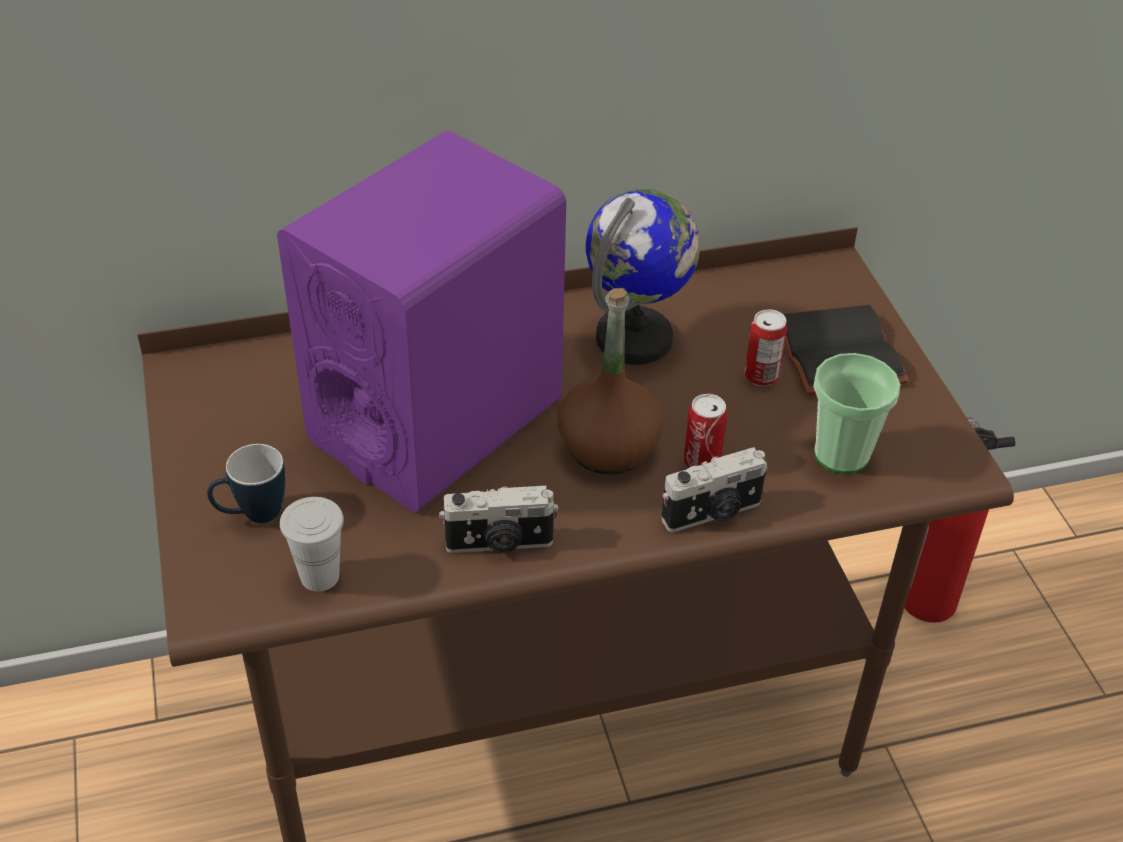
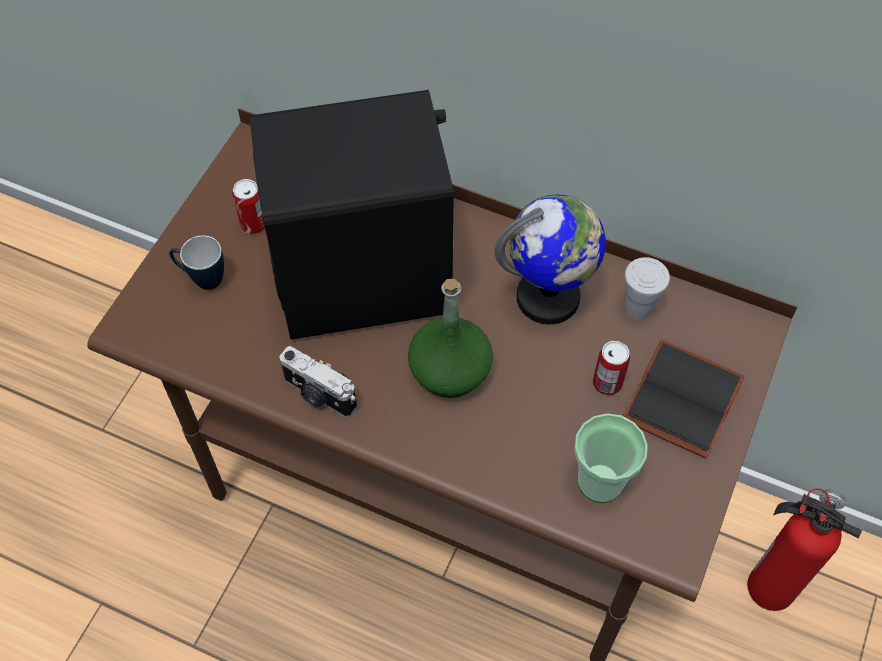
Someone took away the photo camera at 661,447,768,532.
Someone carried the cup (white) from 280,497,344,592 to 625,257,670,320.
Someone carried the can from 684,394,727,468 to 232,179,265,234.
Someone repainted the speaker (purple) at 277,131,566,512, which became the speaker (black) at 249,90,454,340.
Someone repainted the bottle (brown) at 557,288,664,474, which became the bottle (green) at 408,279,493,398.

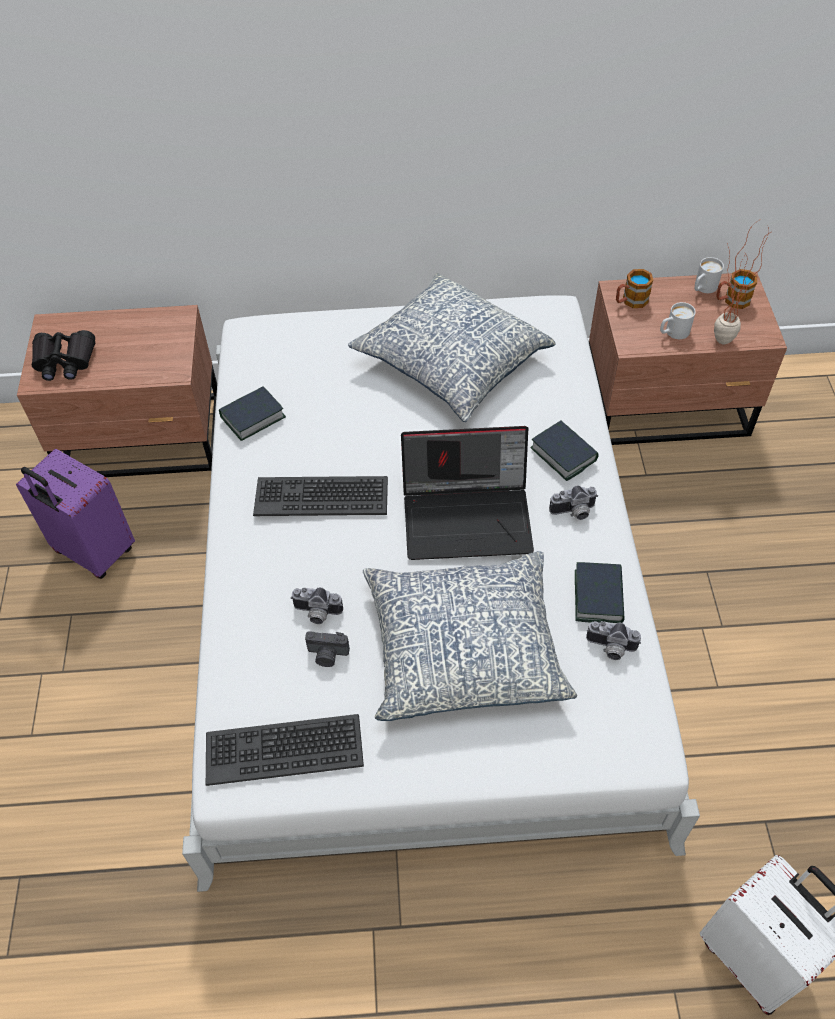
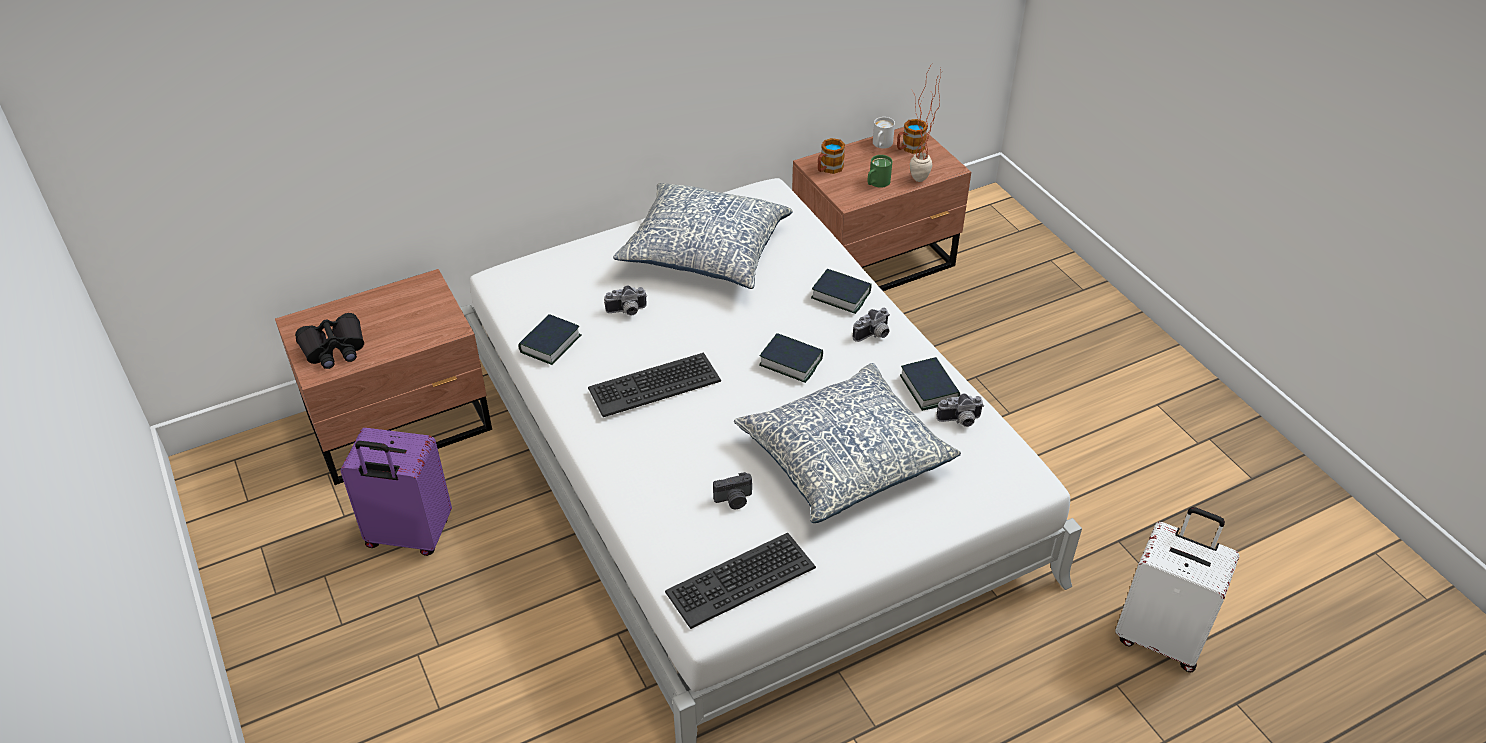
Someone carried the photo camera from 290,587,343,624 to 604,285,647,316.
Someone swapped the laptop at 401,426,534,560 for the book at 759,333,823,383.
Someone repainted the mug (white) at 660,302,696,339, which became the mug (green) at 867,155,892,188.

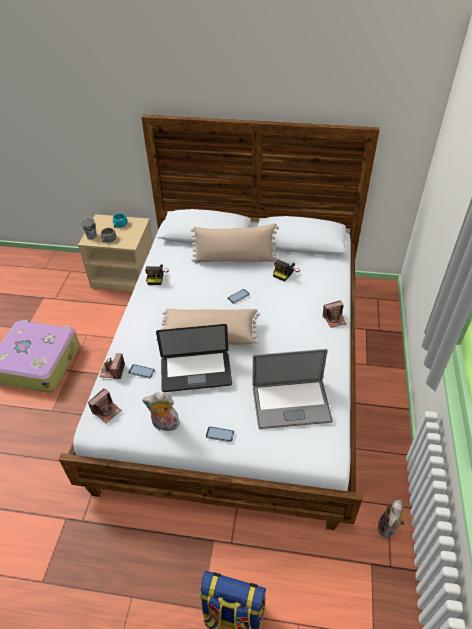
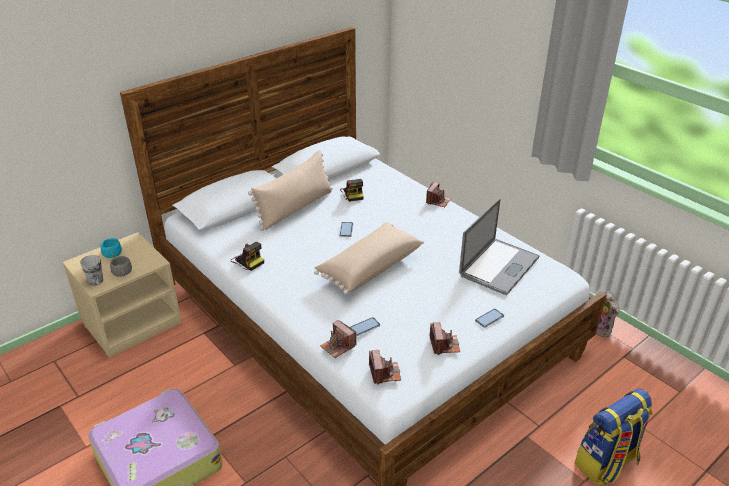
Someone took away the laptop at 156,324,232,392.
Someone swapped the plush toy at 142,392,180,431 for the photo camera at 430,322,460,355.

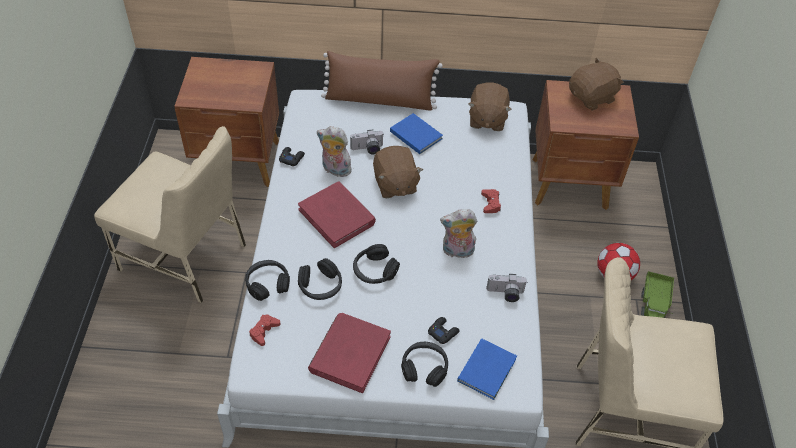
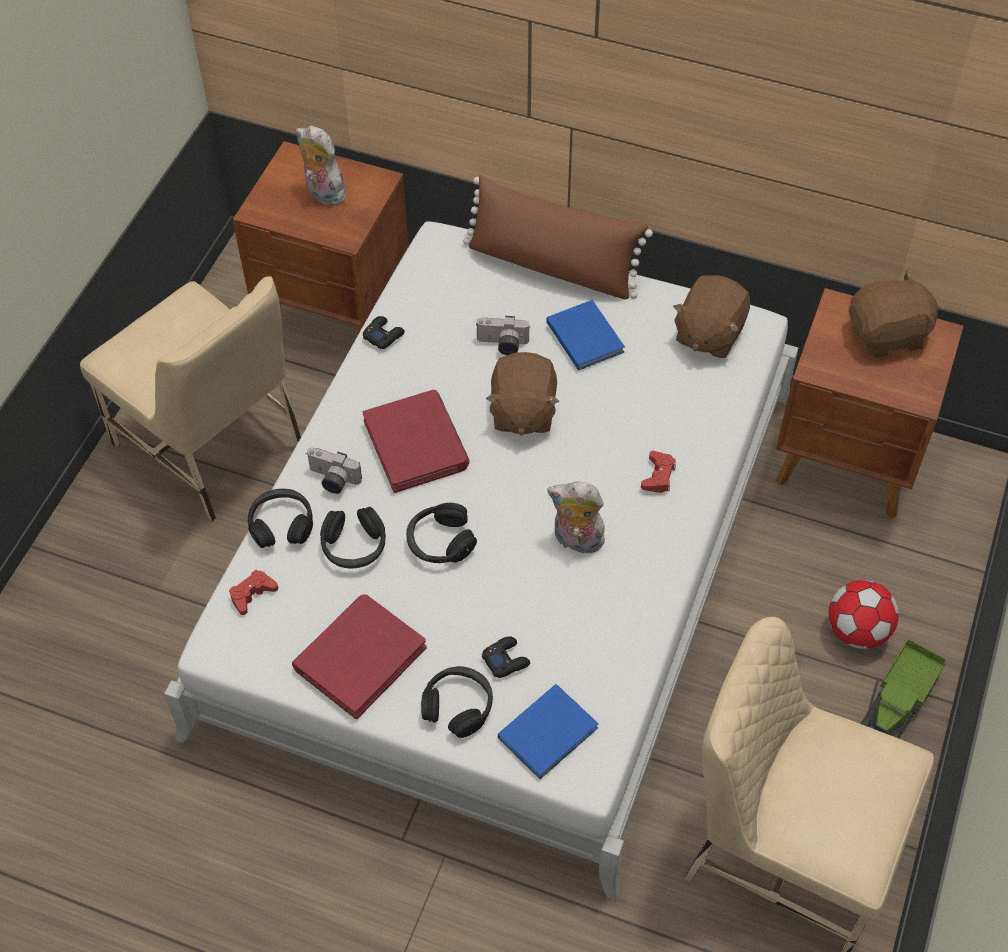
Someone carried the plush toy from 317,126,352,177 to 296,126,348,205.
Someone carried the photo camera from 486,274,528,302 to 307,447,362,494.

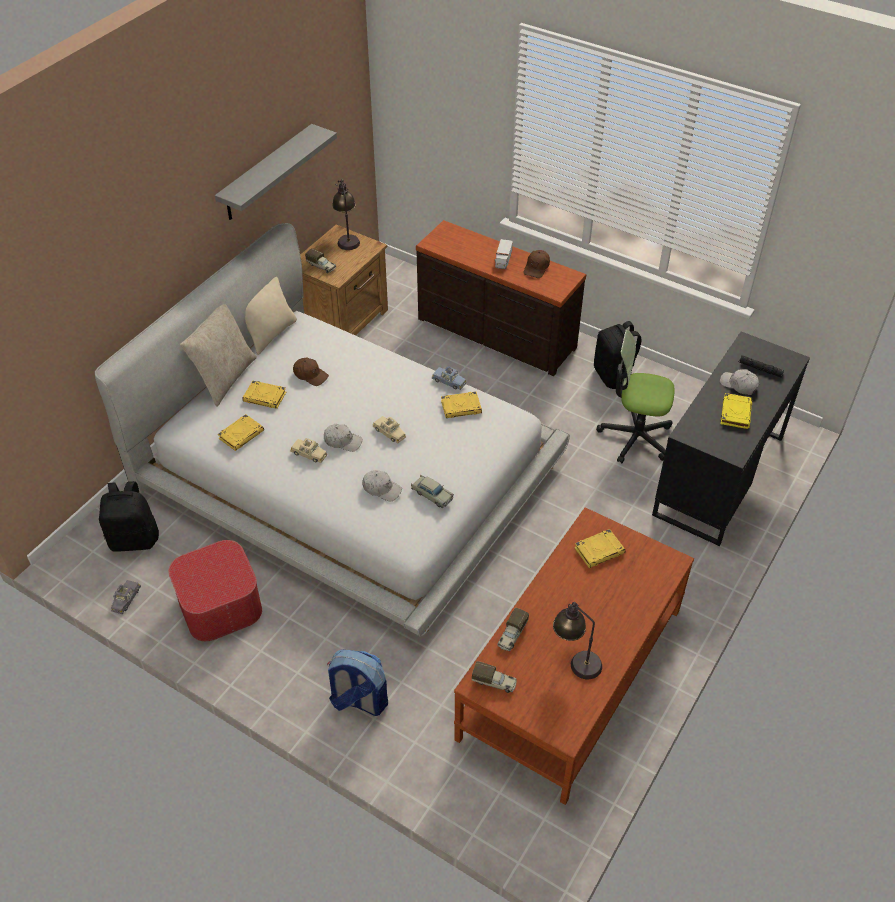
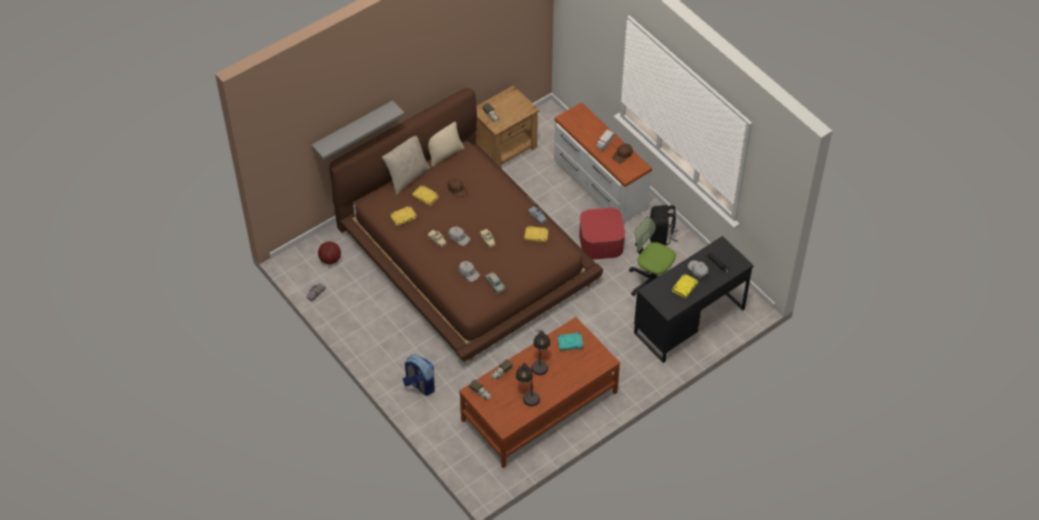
Someone carried the ottoman from 168,540,262,642 to 579,208,625,260.
Someone carried the shelf (grey) from 215,124,337,220 to 311,100,405,160.
Someone carried the table lamp from 332,179,360,250 to 531,330,551,375.
Someone swapped the backpack (black) at 99,481,159,552 for the basketball at 318,242,341,264.
Someone repainted the bed (white) at 95,223,570,637, which became the bed (brown) at 329,88,603,362.
Someone repainted the dresser (brown) at 416,220,586,376, which became the dresser (white) at 554,102,652,224.
Someone repainted the book (yellow) at 574,529,625,568, which became the book (turquoise) at 558,333,583,351.

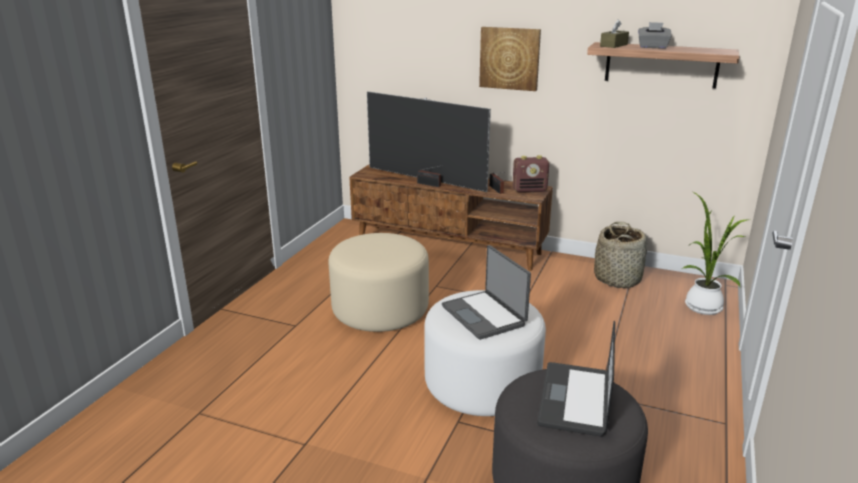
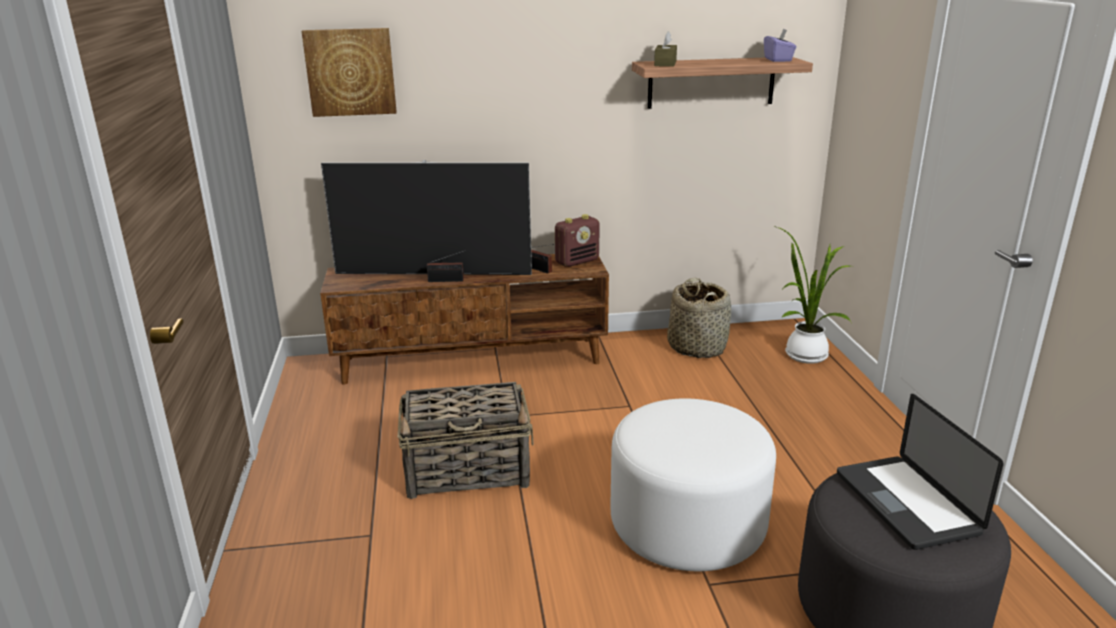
Someone took away the laptop at 442,245,531,340.
Someone took away the tissue box (grey) at 638,22,672,49.
Someone put down the tissue box (purple) at 764,29,797,62.
Someone carried the picture from 479,27,541,91 to 302,28,397,117.
Someone swapped the ottoman (beige) at 329,233,429,332 for the basket at 398,382,534,499.

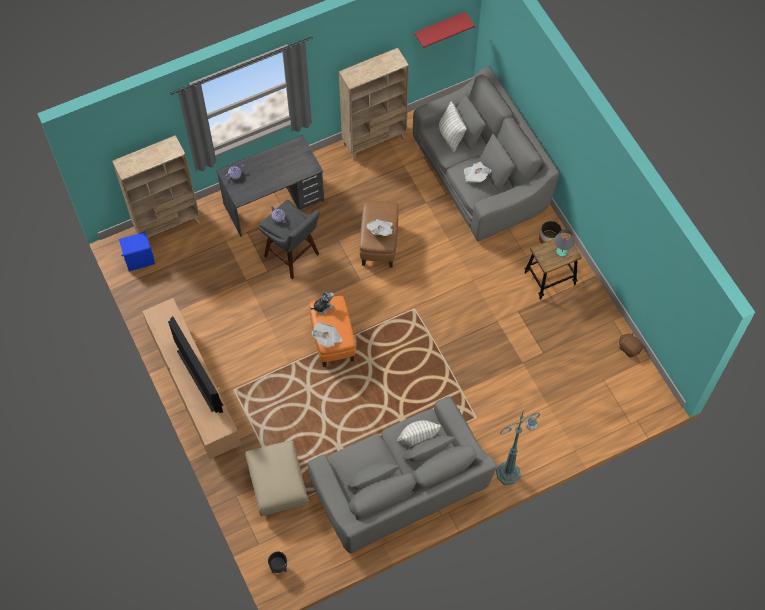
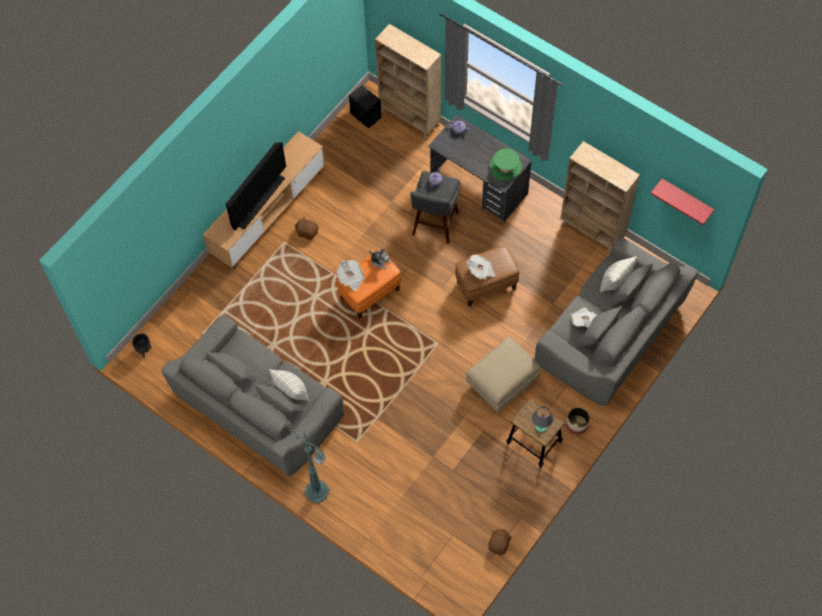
Someone put down the plush toy (brown) at 295,217,318,240.
Someone put down the hat (green) at 490,148,522,181.
Someone carried the ottoman (beige) from 245,441,309,516 to 466,336,541,412.
Someone repainted the speaker (blue) at 119,232,155,271, which became the speaker (black) at 349,85,381,128.

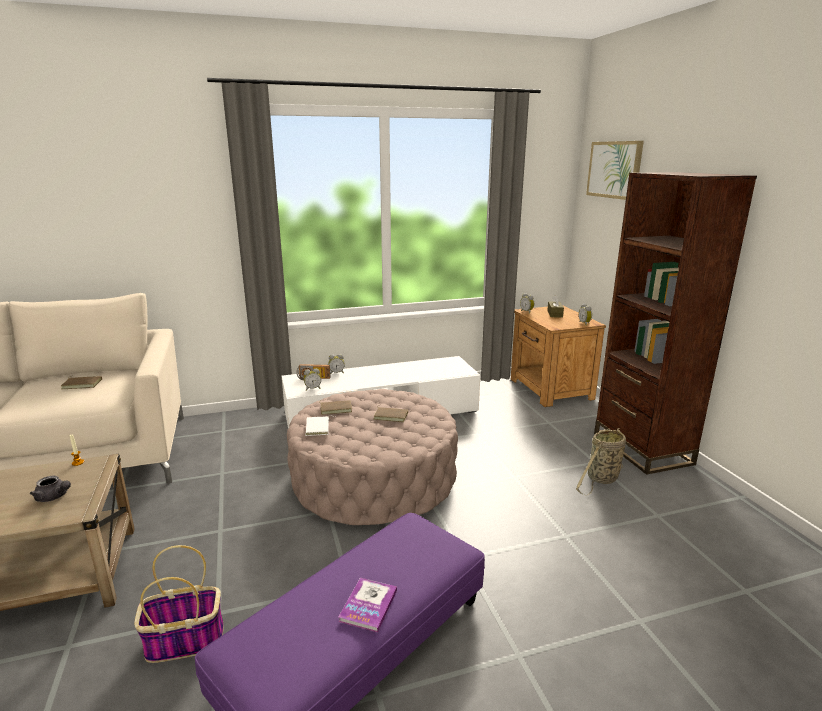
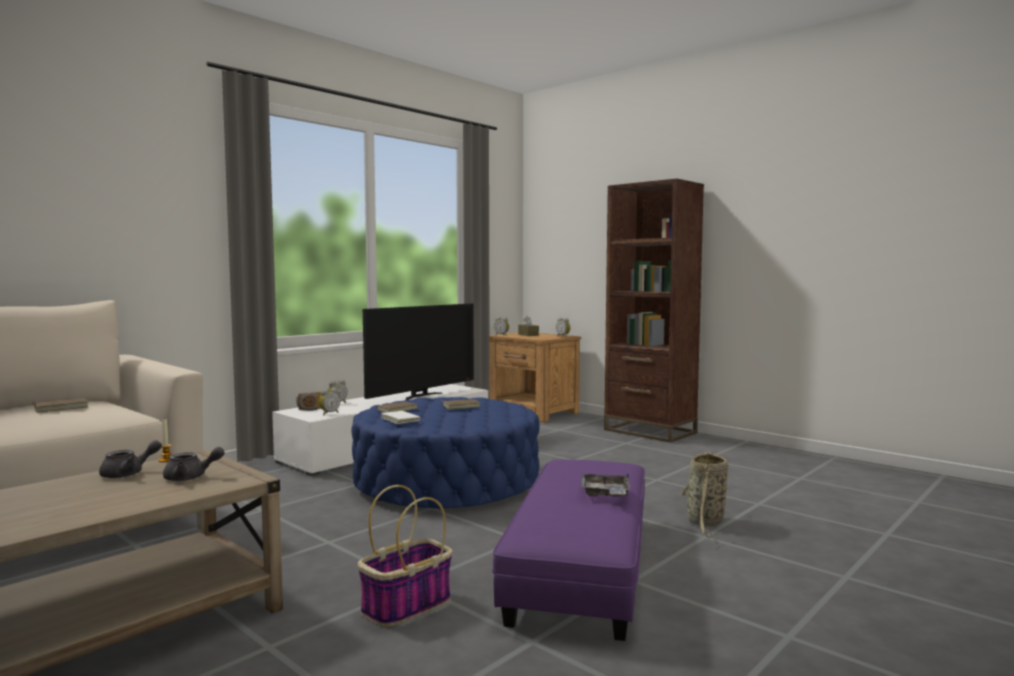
Someone took away the picture at 586,141,644,200.
Someone put down the teapot (grey) at 99,440,162,478.
Someone put down the television at 363,303,474,400.
Someone carried the basket from 576,428,626,495 to 680,452,728,540.
Someone swapped the book at 339,578,397,632 for the tray (grey) at 581,473,630,497.
Someone repainted the ottoman (beige) at 287,389,458,525, which became the ottoman (blue) at 351,397,540,508.

